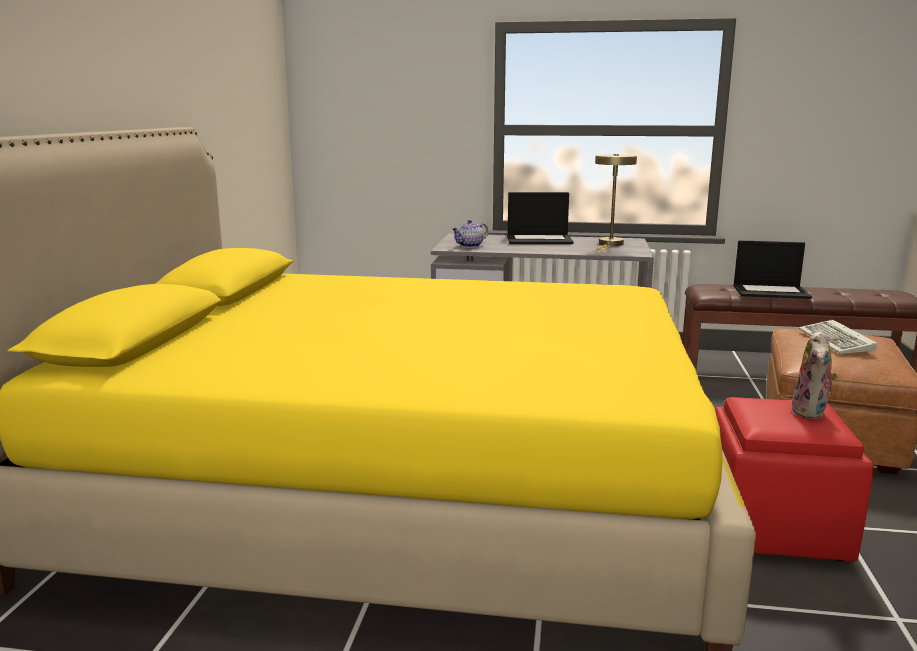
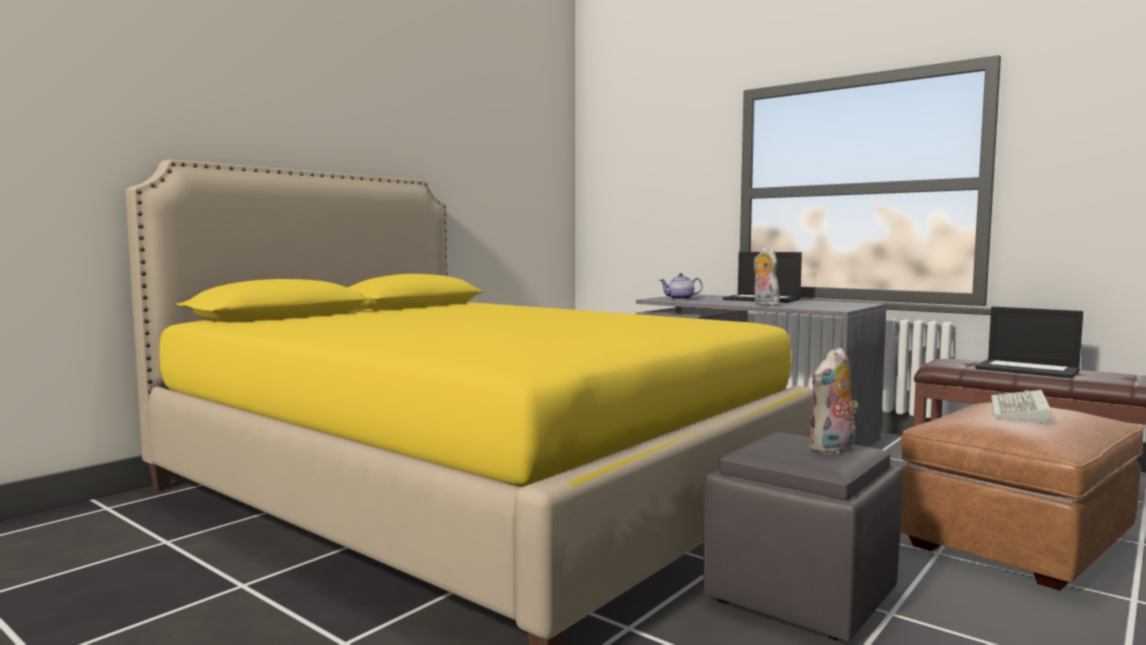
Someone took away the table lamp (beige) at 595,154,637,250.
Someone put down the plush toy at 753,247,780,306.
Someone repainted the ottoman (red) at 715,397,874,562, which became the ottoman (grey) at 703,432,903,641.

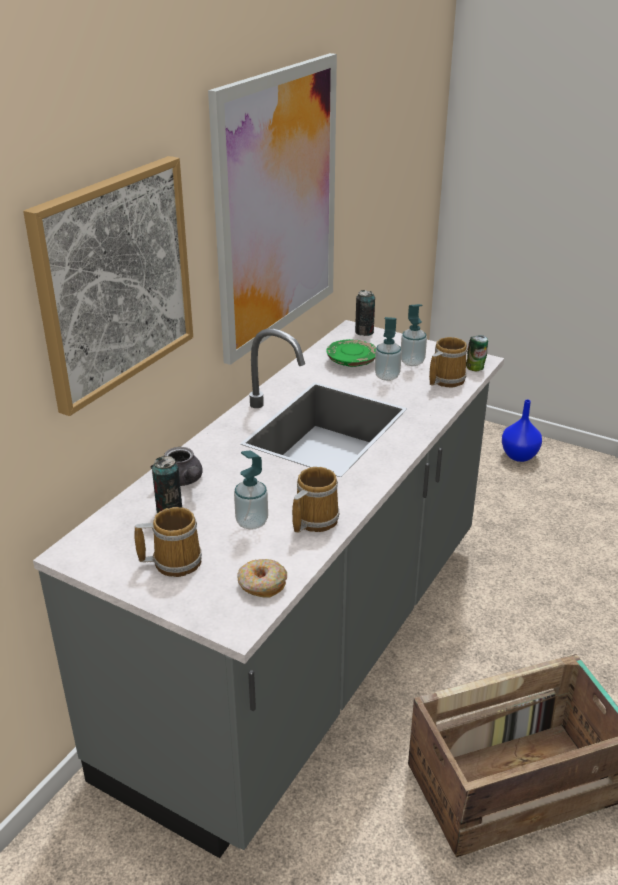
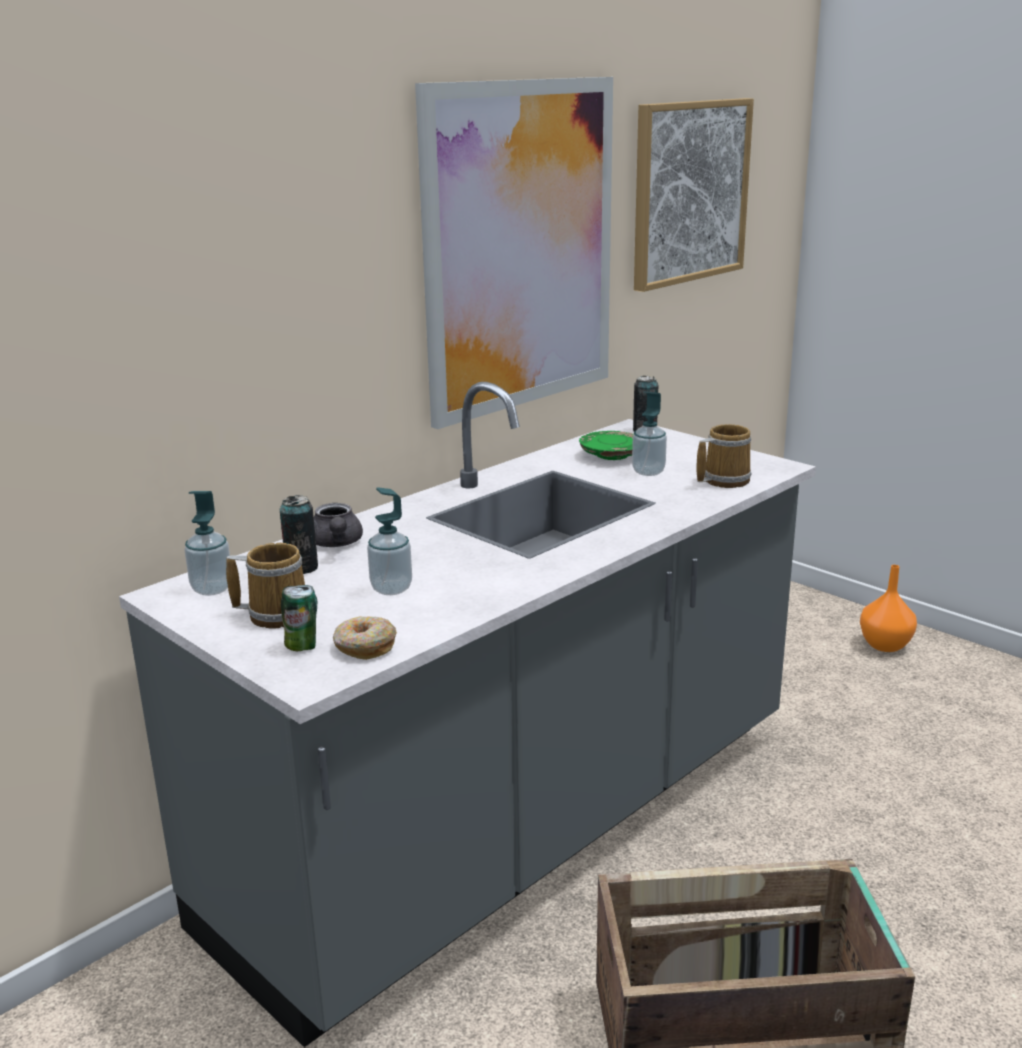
Someone took away the mug at 292,467,340,533.
Someone carried the picture from 23,156,193,416 to 634,98,754,292.
Someone carried the soap dispenser from 401,304,427,366 to 185,491,230,596.
Someone carried the can from 466,335,488,371 to 281,585,317,651.
Someone repainted the vase (blue) at 502,400,542,462, which became the vase (orange) at 860,565,917,652.

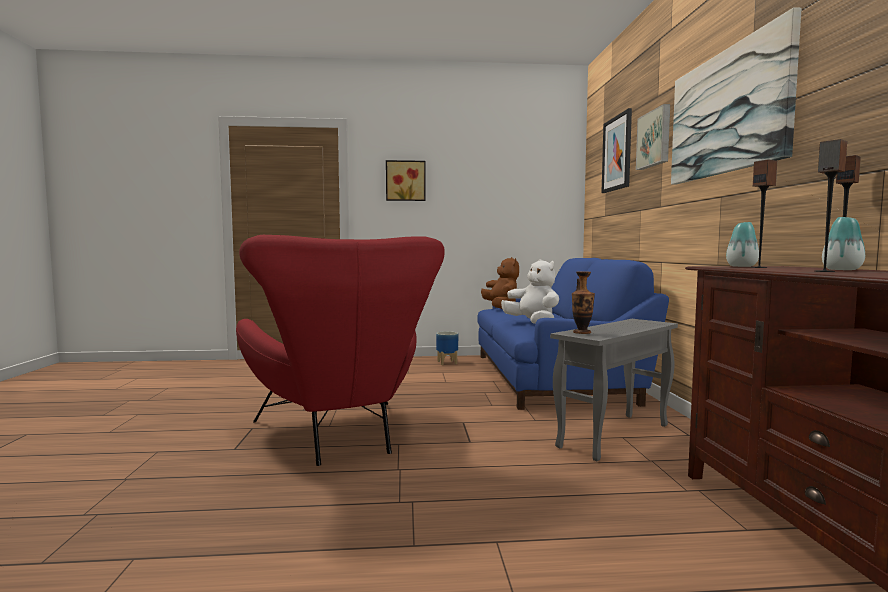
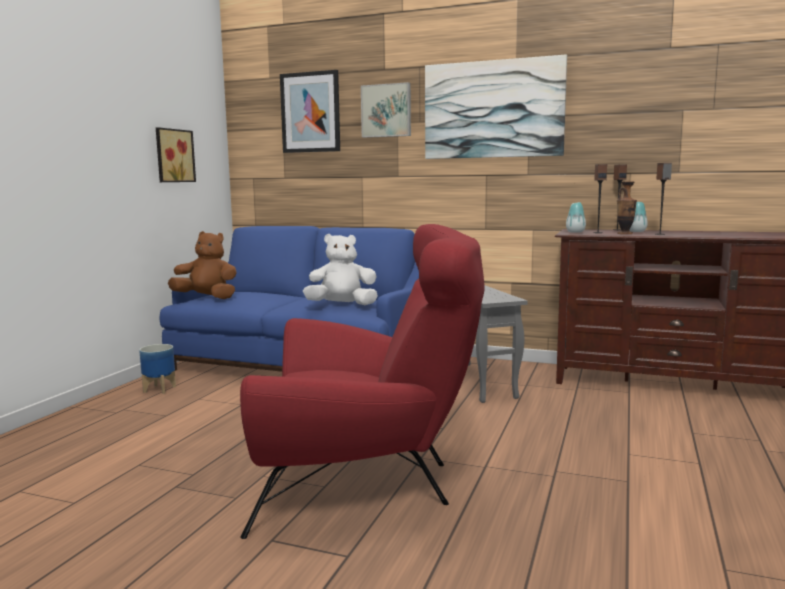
Someone carried the picture from 386,160,426,201 to 156,127,196,182.
Someone carried the vase from 572,271,595,334 to 617,181,637,234.

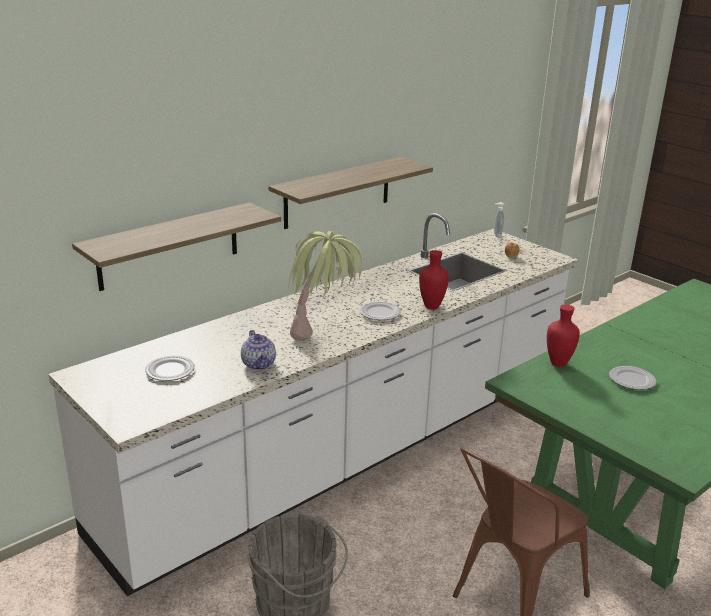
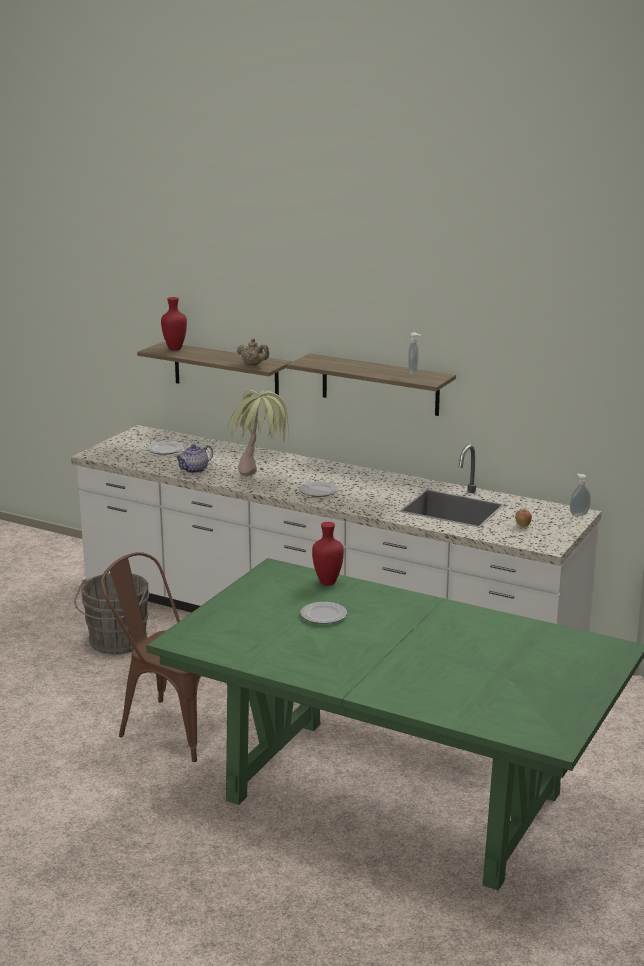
Someone put down the teapot (beige) at 237,338,269,365.
Someone put down the soap dispenser at 408,332,422,375.
Someone carried the vase (red) from 419,250,449,310 to 161,297,187,351.

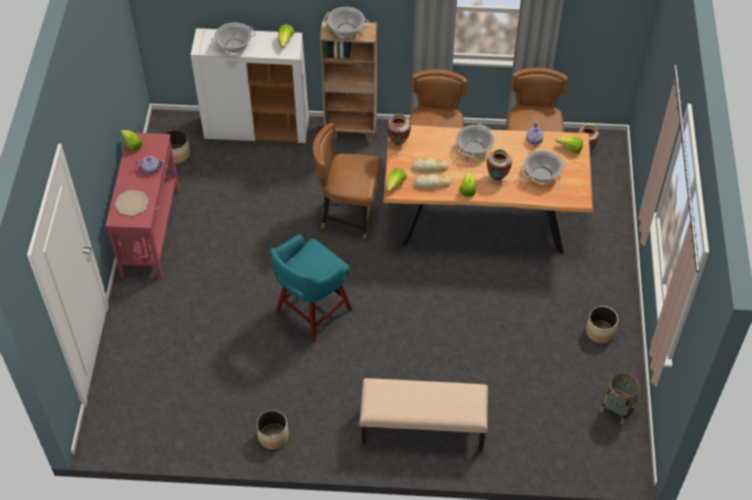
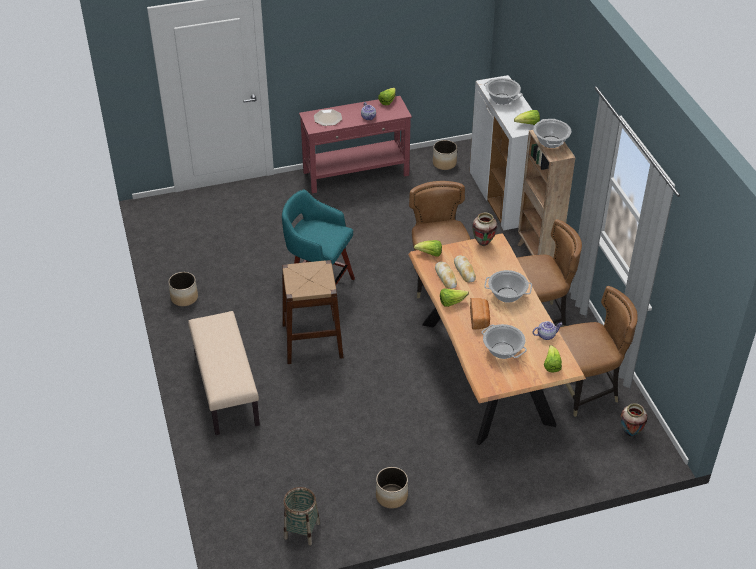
Someone put down the stool (brown) at 282,260,344,364.
Someone swapped the vase at 487,149,512,181 for the bread at 470,298,490,330.

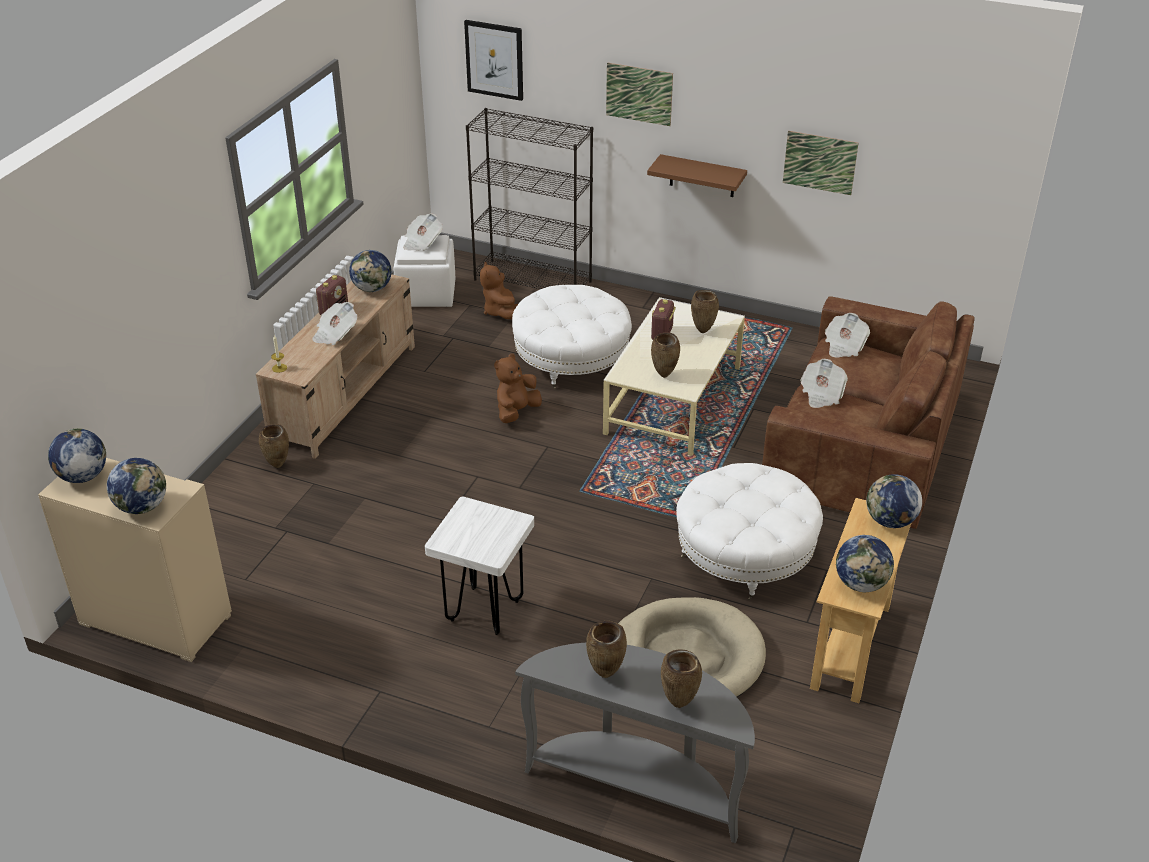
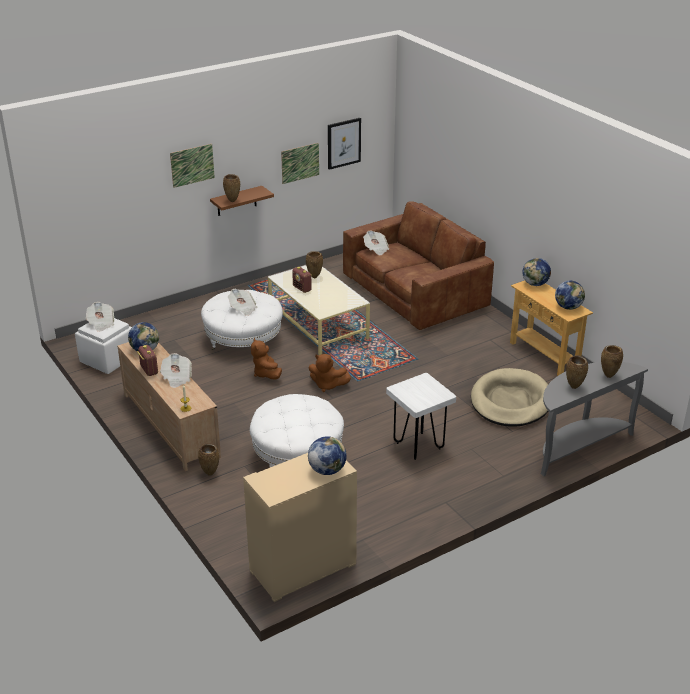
Someone took away the globe at 48,428,106,483.
Someone took away the bookcase (black) at 466,108,593,289.
Someone carried the picture from 464,20,523,101 to 328,118,361,170.
Someone carried the plush toy (brown) from 480,262,518,319 to 308,354,351,392.
Someone carried the vase (brown) from 651,333,680,378 to 223,174,240,202.
Someone carried the ottoman (white) from 676,463,823,600 to 250,394,344,467.
Someone carried the newspaper from 800,359,848,408 to 228,289,257,316.

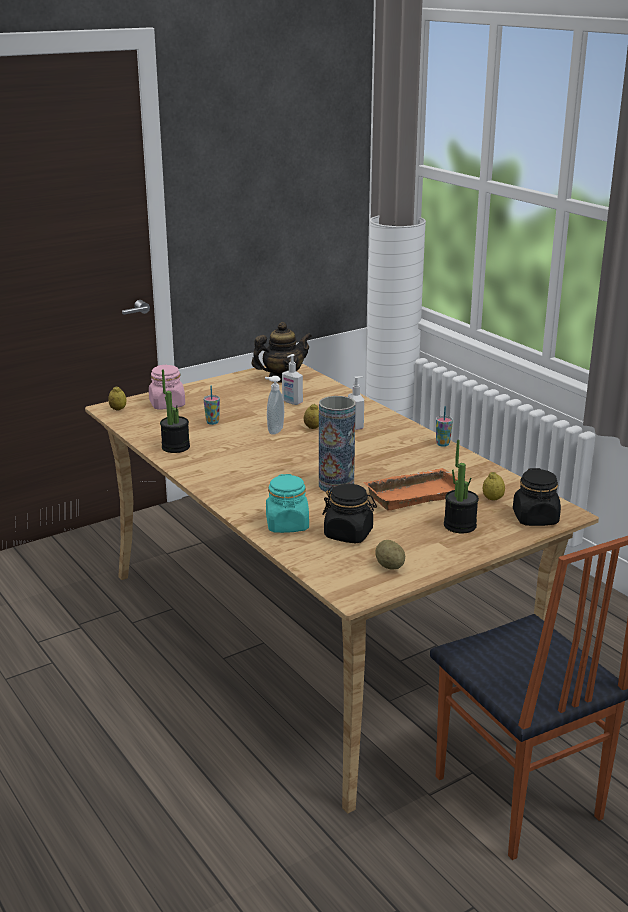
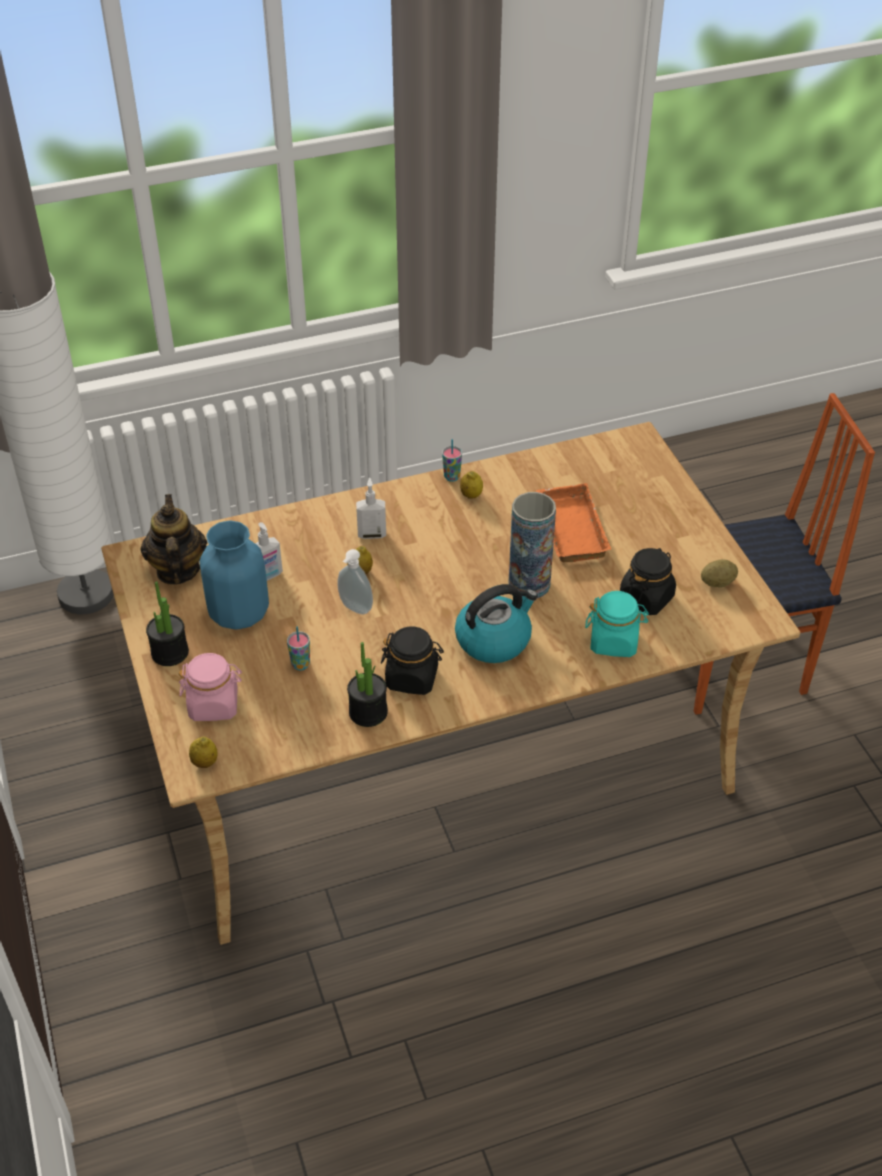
Someone put down the vase (blue) at 200,521,269,630.
Someone put down the kettle at 455,584,538,663.
Someone carried the potted plant from 444,439,479,533 to 146,581,189,666.
Someone carried the lemon from 483,472,505,501 to 460,471,483,499.
Someone carried the jar (black) from 513,468,561,526 to 381,626,444,695.

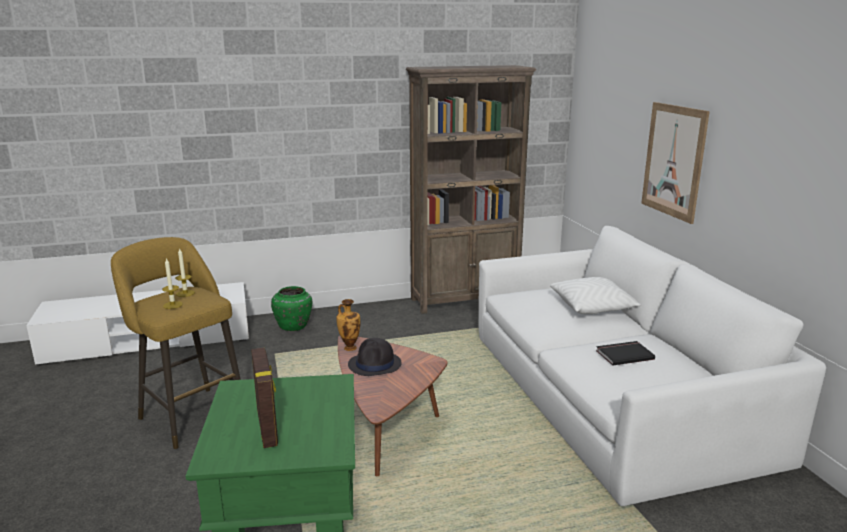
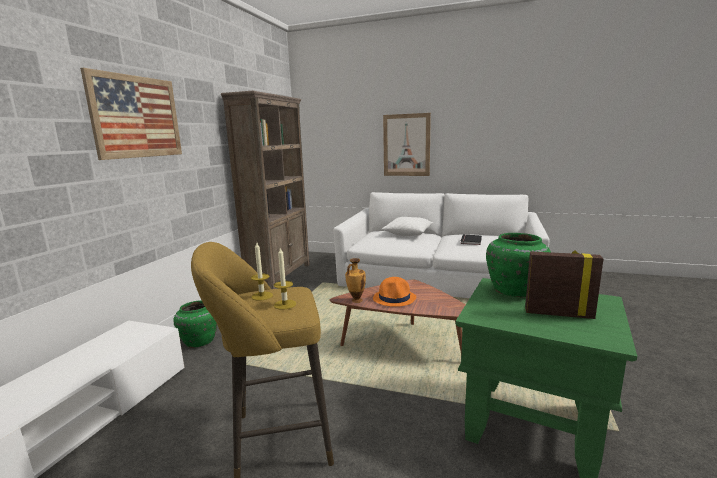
Someone put up the picture at 80,68,182,160.
Someone put down the vase (green) at 486,233,551,297.
Someone repainted the hat (black) at 348,338,402,376, which became the hat (orange) at 373,277,416,307.

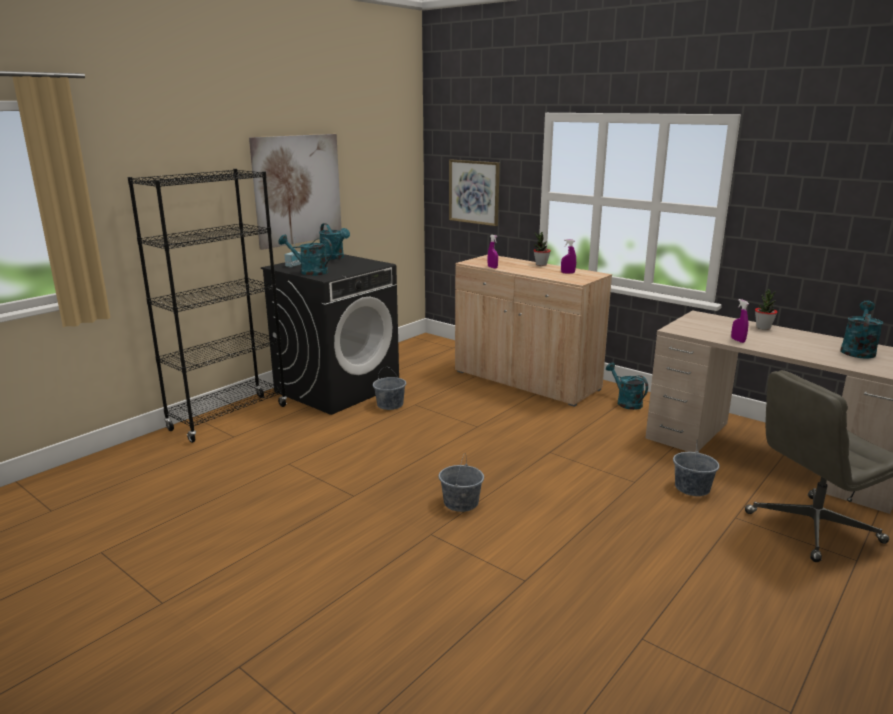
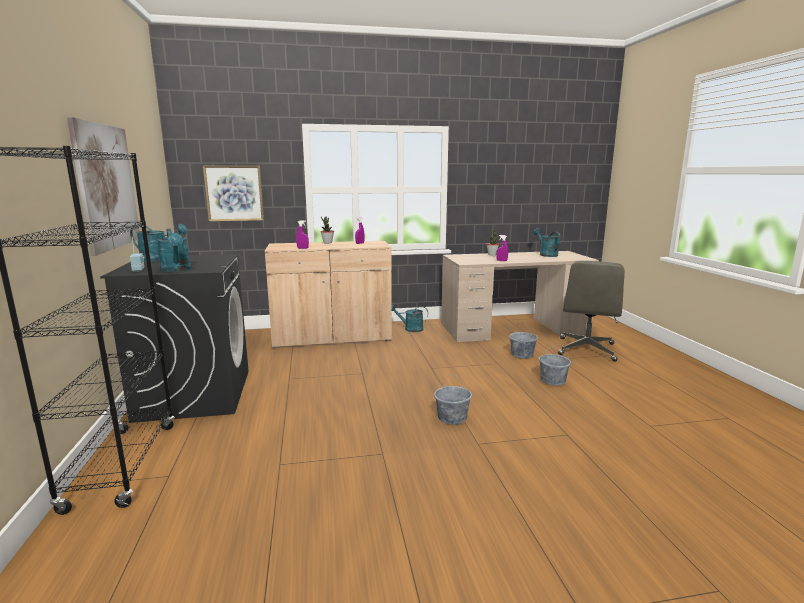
Someone carried the bucket (grey) from 373,367,406,410 to 539,345,571,386.
Someone rotated the watering can (turquoise) at 278,234,333,276 by 90 degrees counterclockwise.

